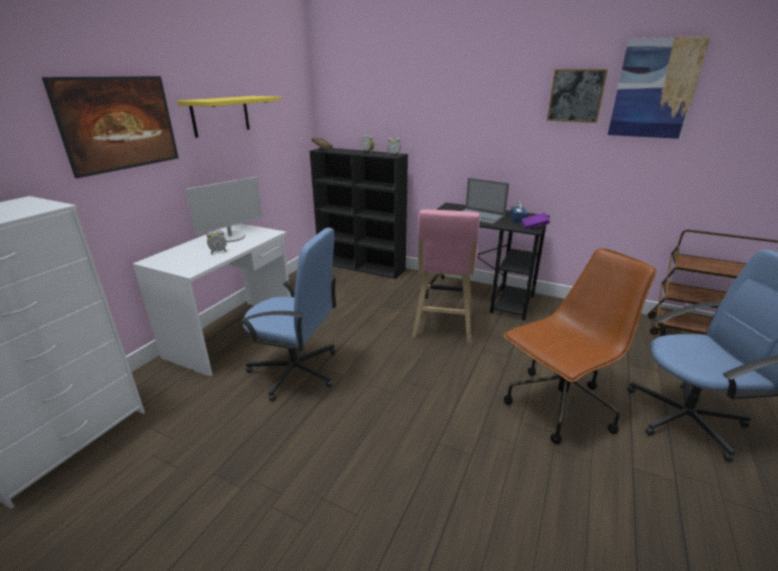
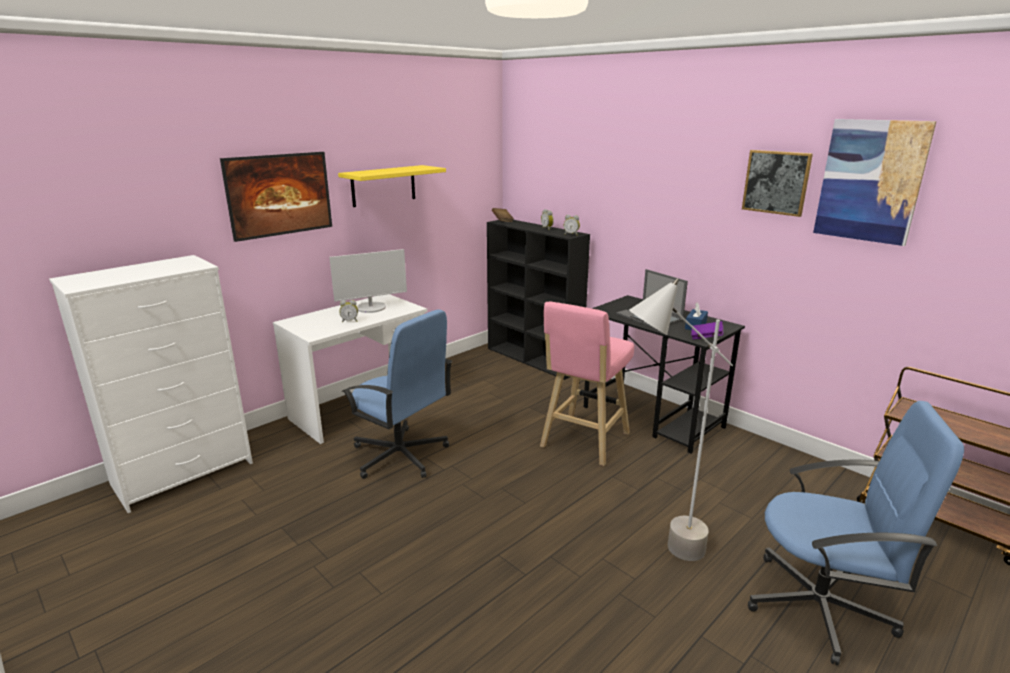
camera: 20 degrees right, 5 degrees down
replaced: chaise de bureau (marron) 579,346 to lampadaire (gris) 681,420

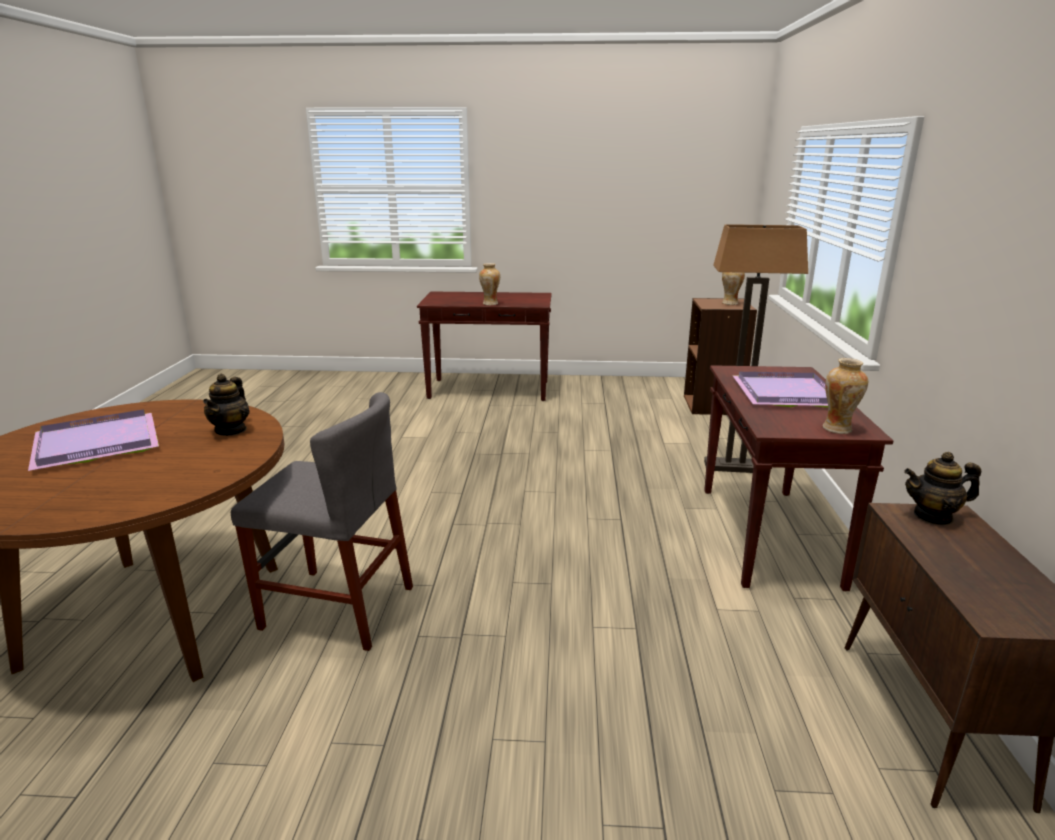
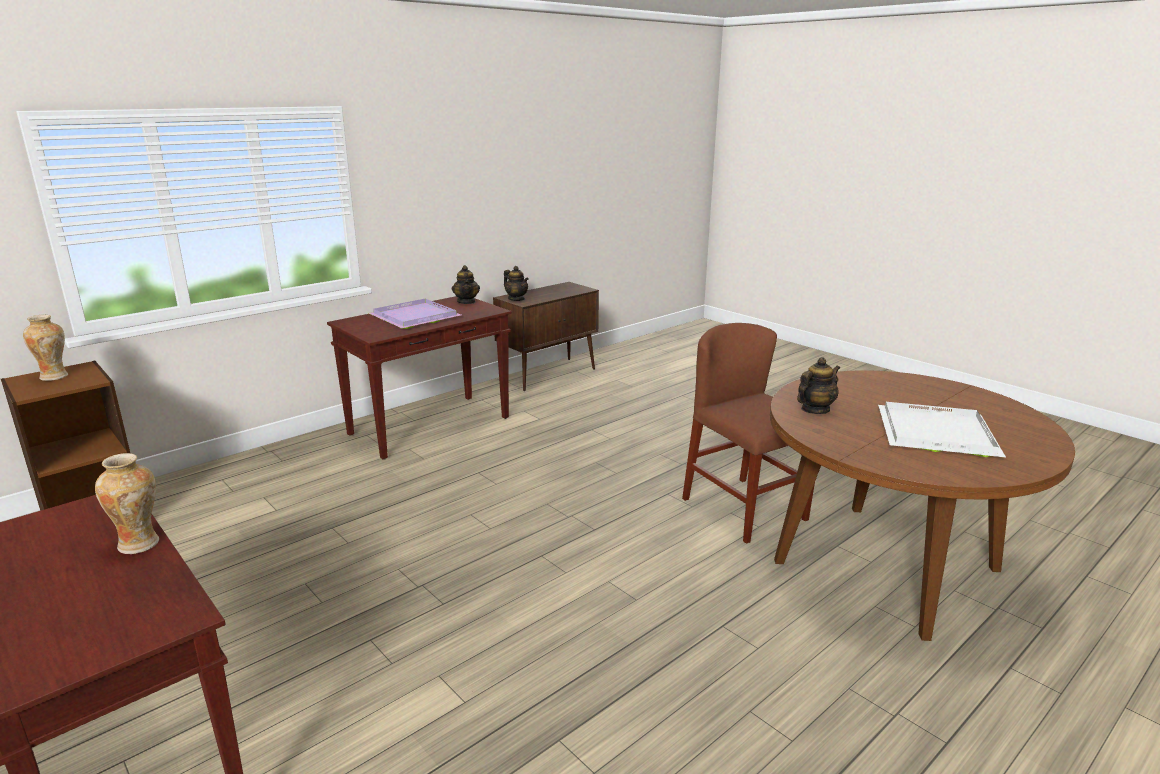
camera: 135 degrees left, 0 degrees up
removed: lampadaire 756,348
replaced: vase 845,396 to théière 466,284
recoloured: chaise (gris) 322,521 to chaise (marron) 748,433; plateau (violet) 93,440 to plateau (blanc) 942,430

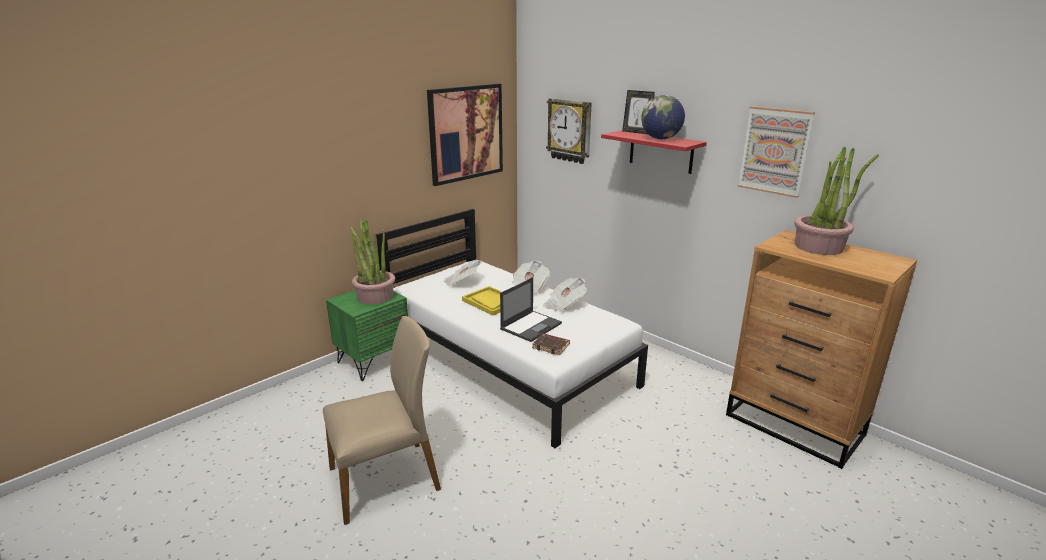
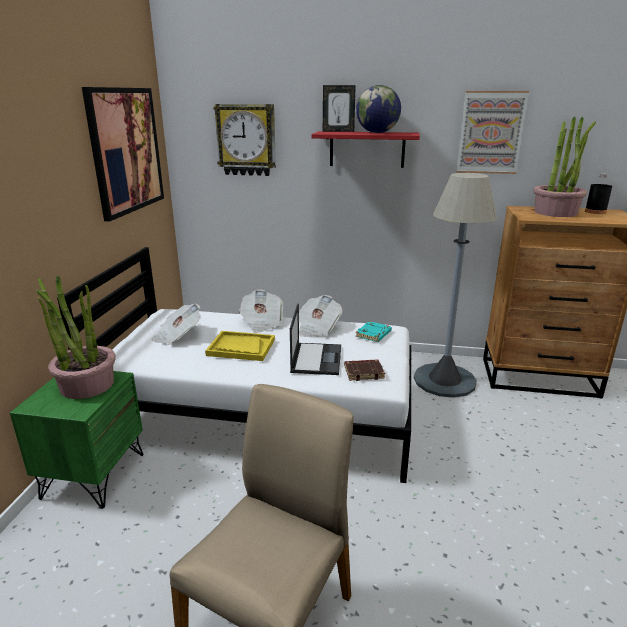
camera: 35 degrees left, 0 degrees up
added: livre (turquoise) 373,331; lampadaire (gris) 455,285; bouteille (noir) 598,193

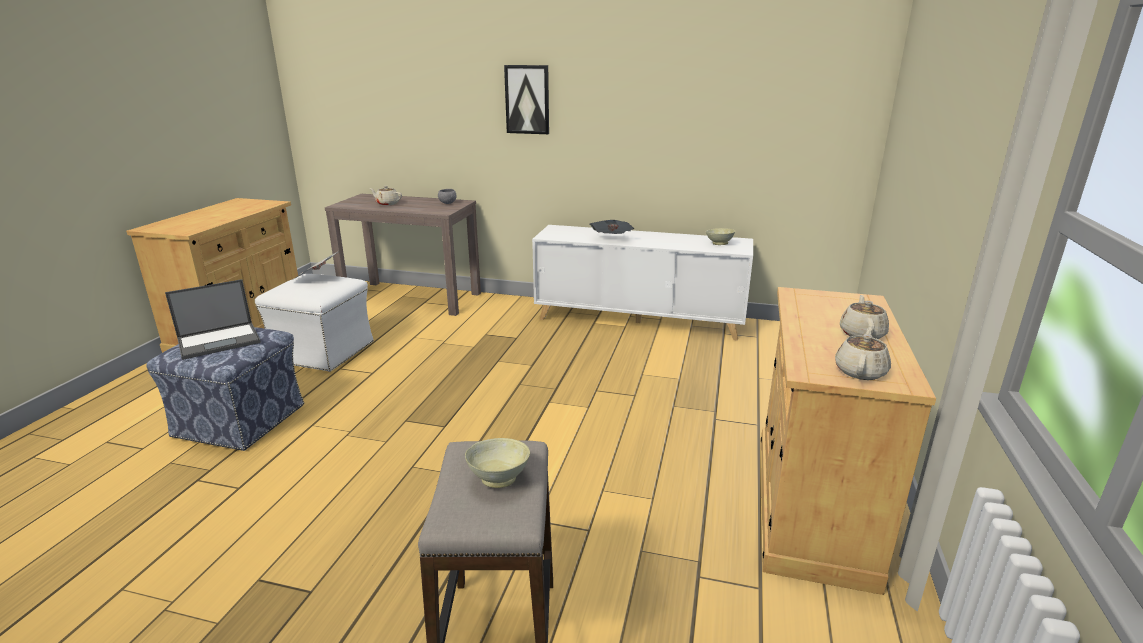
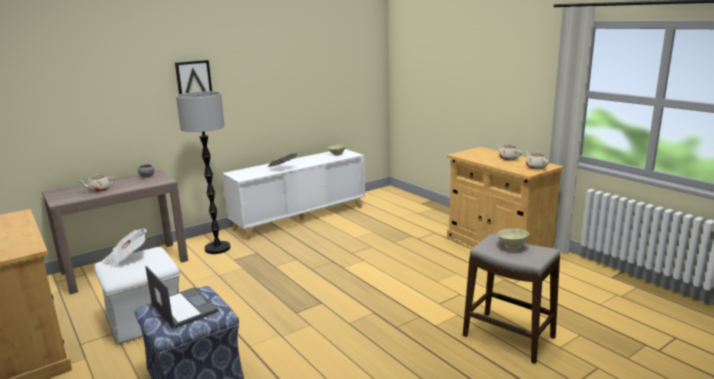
camera: 50 degrees left, 5 degrees down
added: lampadaire 203,172
turned: ordinateur portable 213,319 = 182,297 45 degrees counterclockwise

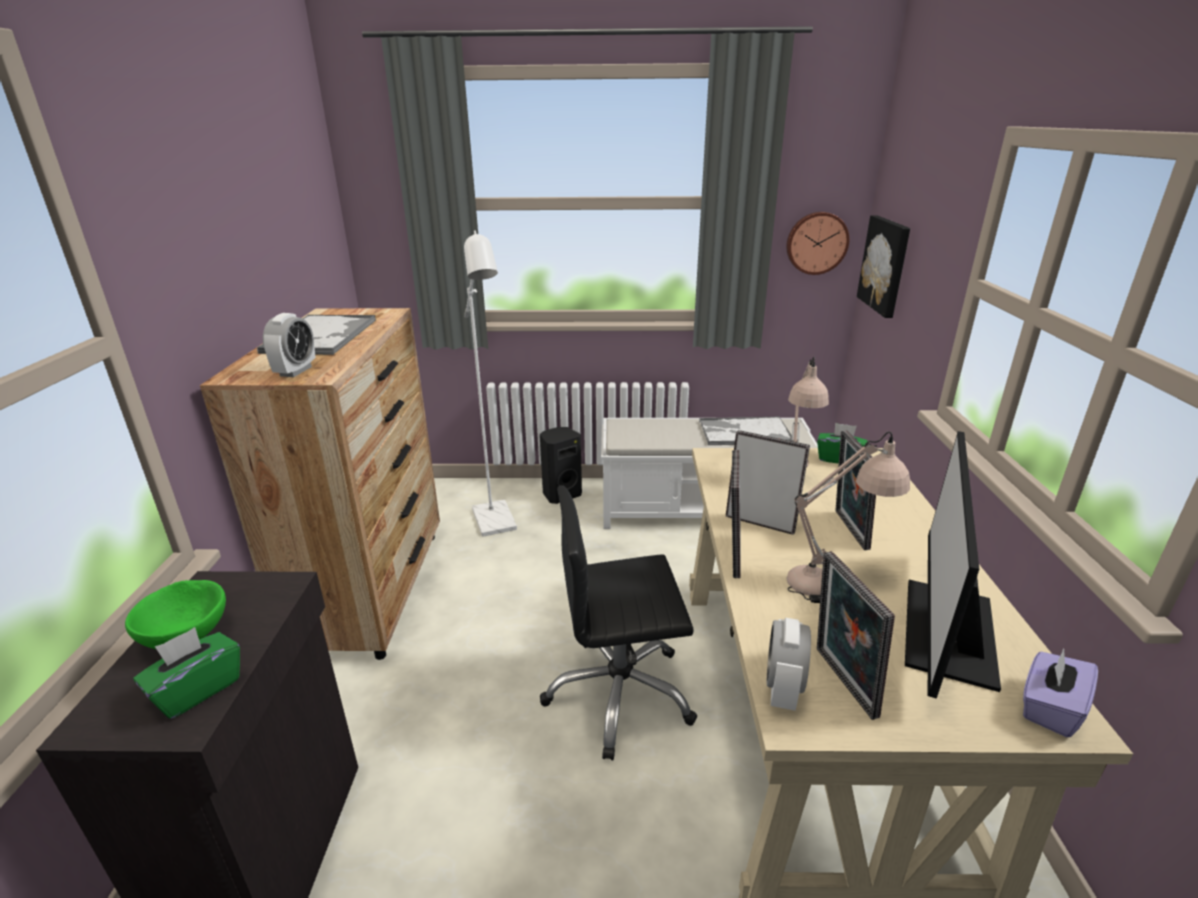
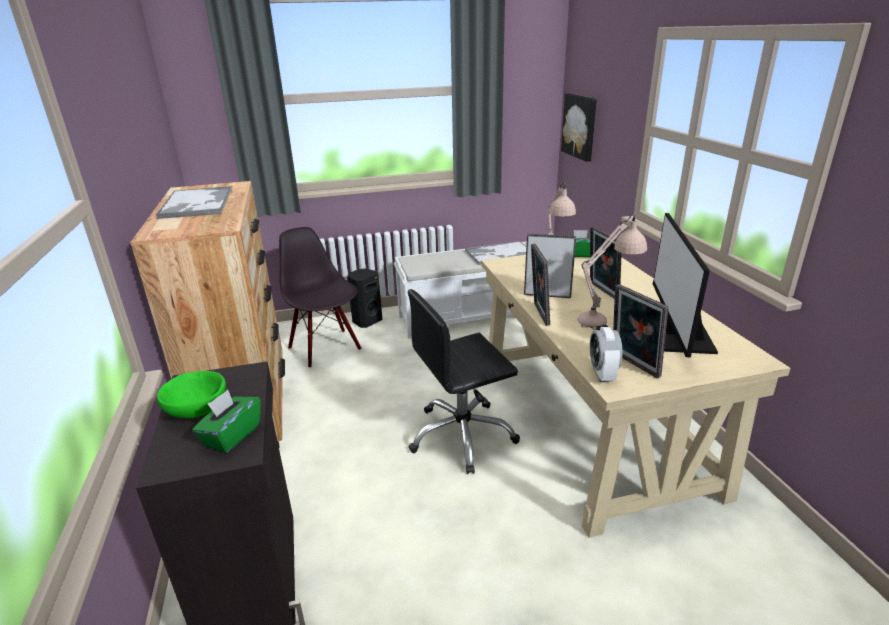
camera: 15 degrees left, 0 degrees up
removed: réveil 289,345; horloge murale 818,243; boîte à mouchoirs (violet) 1060,693
replaced: lampadaire (blanc) 490,383 to chaise (noir) 320,297

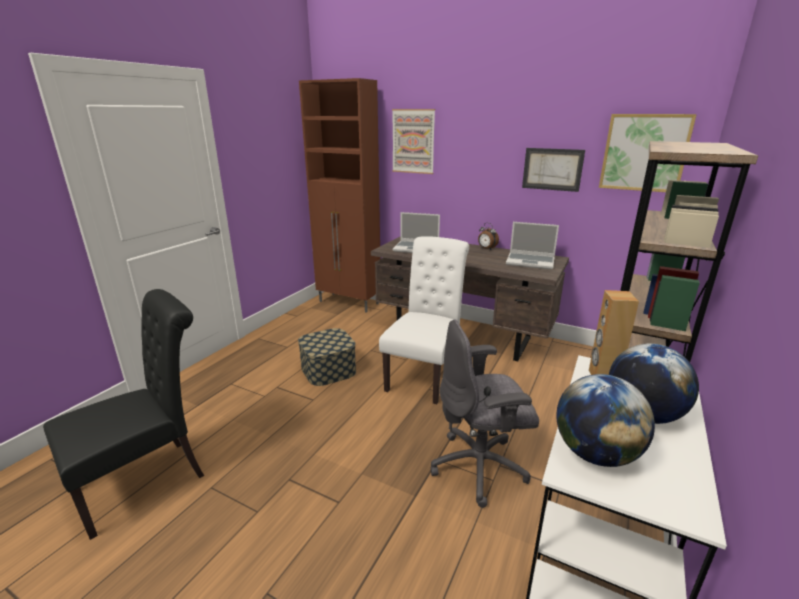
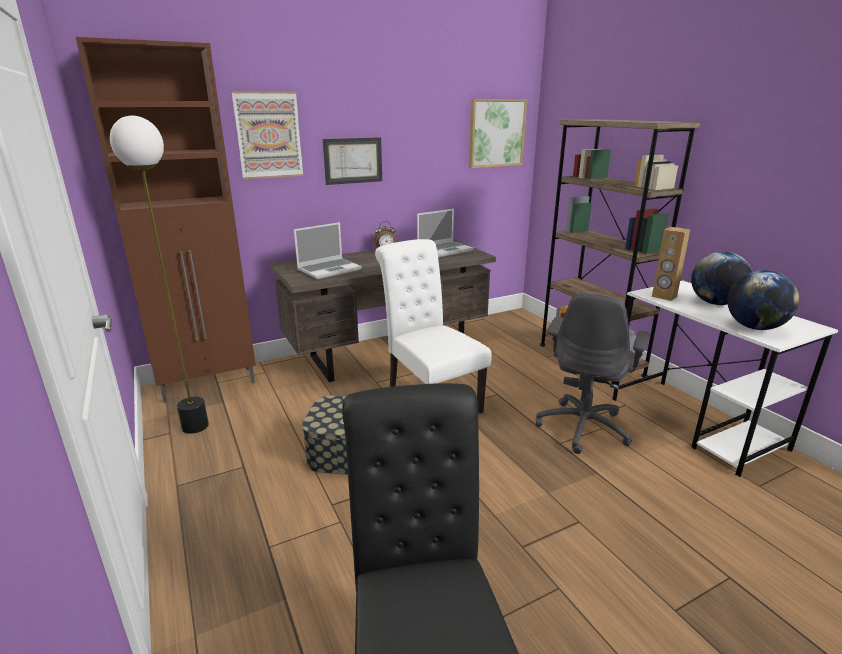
camera: 55 degrees left, 0 degrees up
added: lampadaire 159,275
moved: tableau 553,170 to 352,161

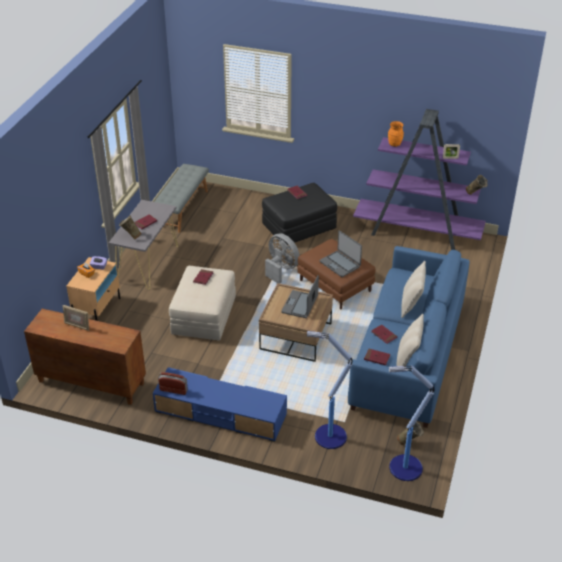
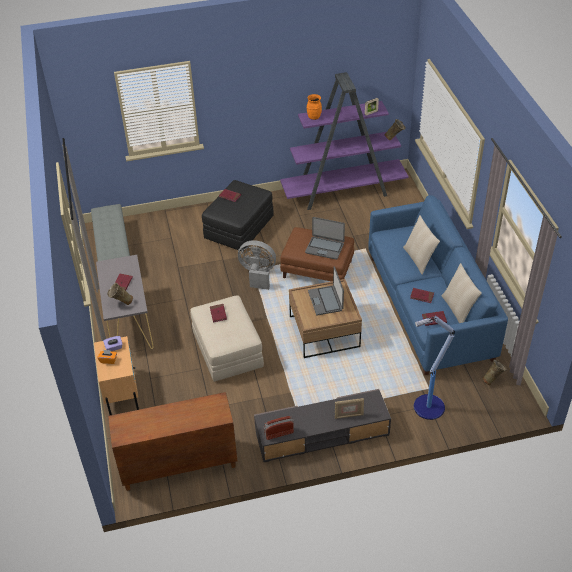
camera: 30 degrees left, 5 degrees up
removed: lampadaire 411,423
moved: cadre photo 76,318 to 349,408
recoloured: meuble télé (bleu) 220,404 to meuble télé (gris) 322,425

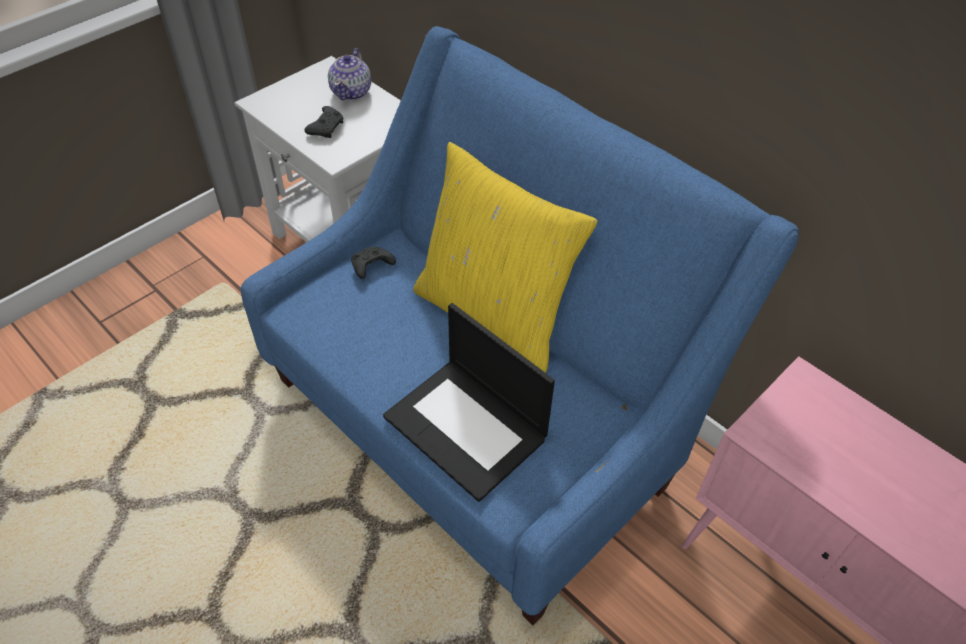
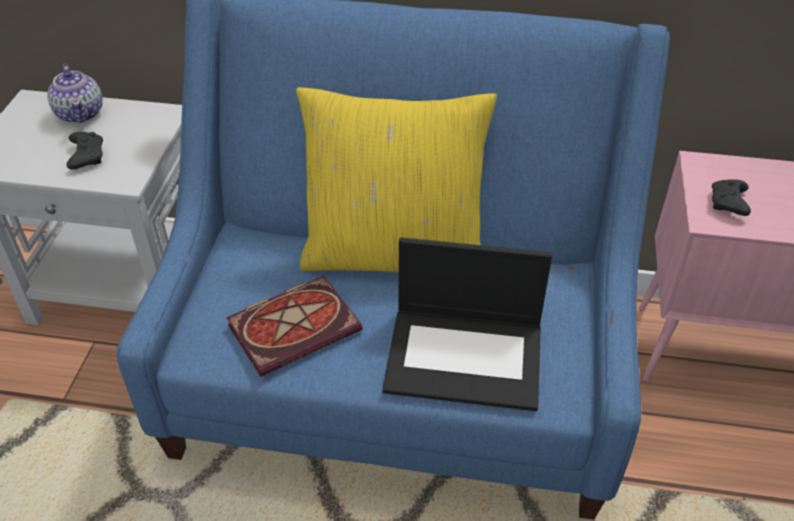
camera: 35 degrees left, 5 degrees down
added: livre 294,326
moved: manette (noir) 373,262 to 731,198

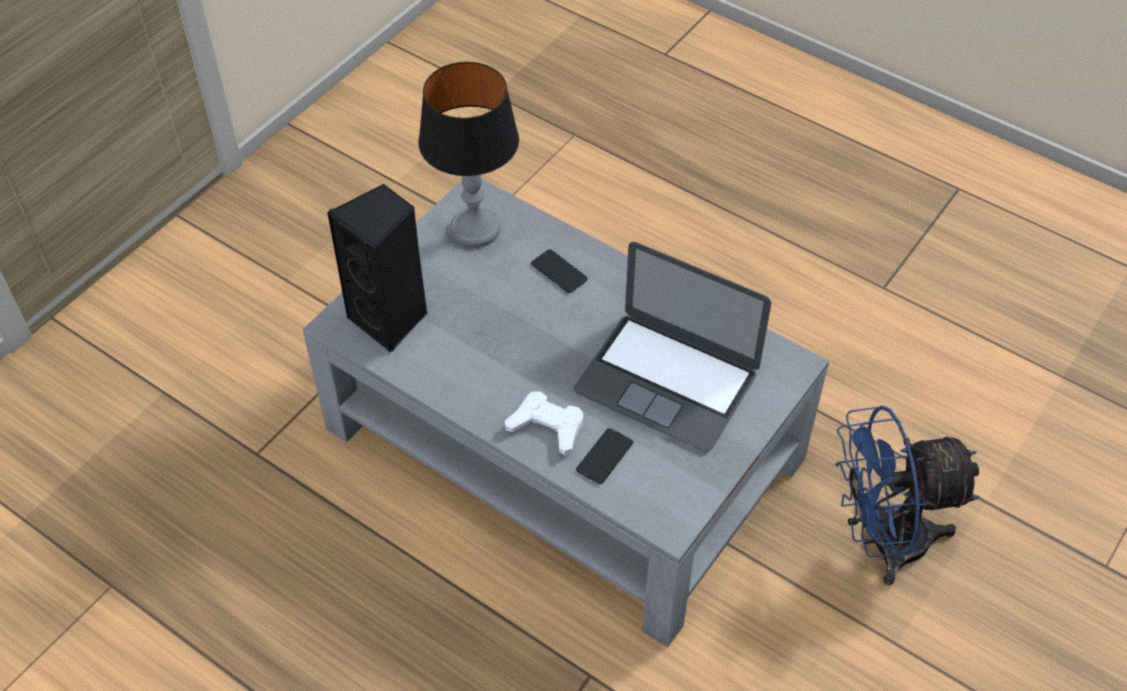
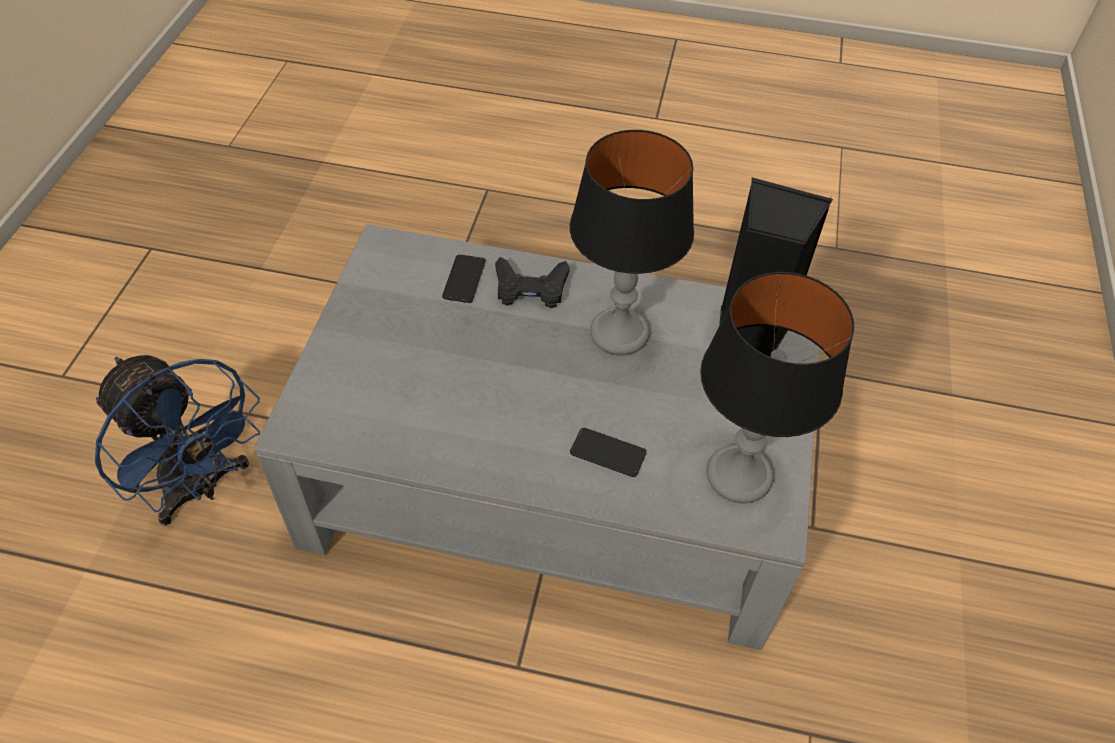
camera: 155 degrees right, 0 degrees up
removed: ordinateur portable 672,347
added: lampe de table 632,243
recoloured: manette (blanc) 544,423 to manette (noir) 532,282
turned: ventilateur (bleu) 907,495 = 177,440 75 degrees clockwise

